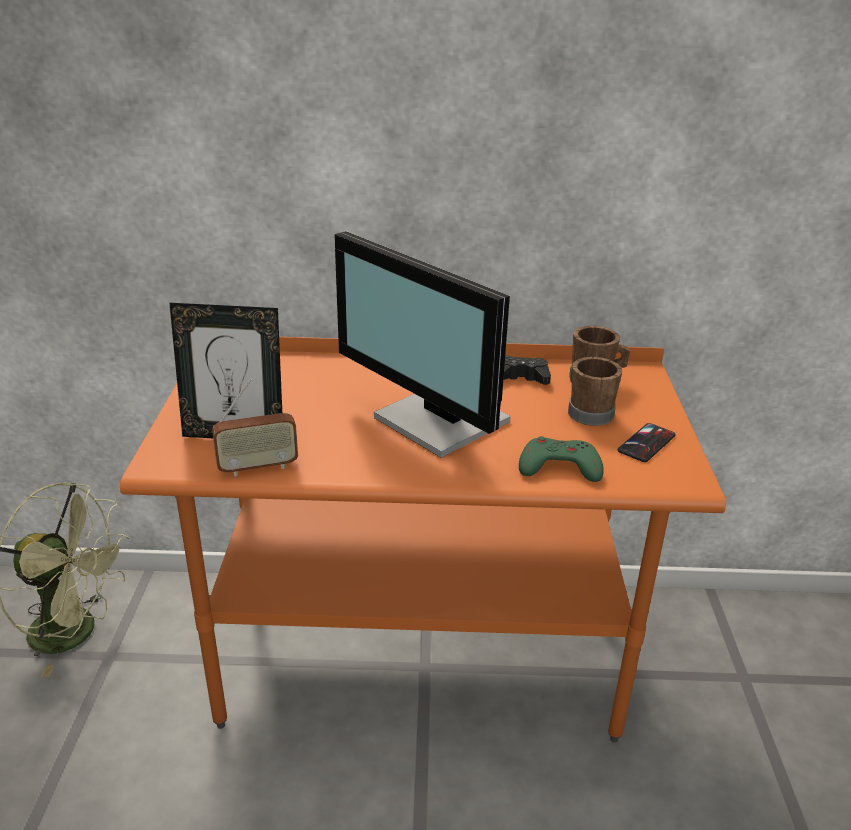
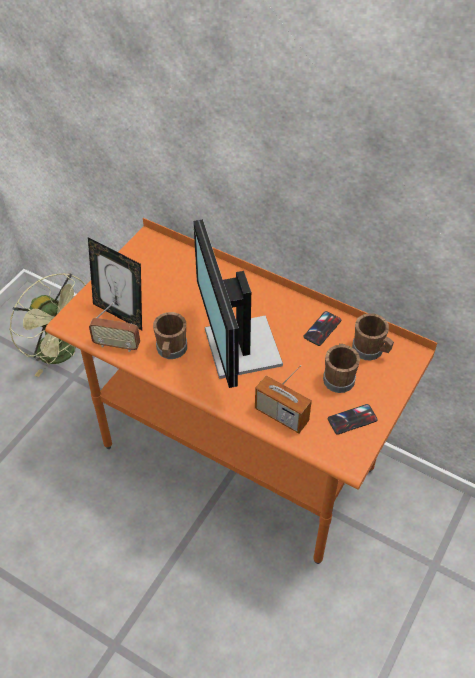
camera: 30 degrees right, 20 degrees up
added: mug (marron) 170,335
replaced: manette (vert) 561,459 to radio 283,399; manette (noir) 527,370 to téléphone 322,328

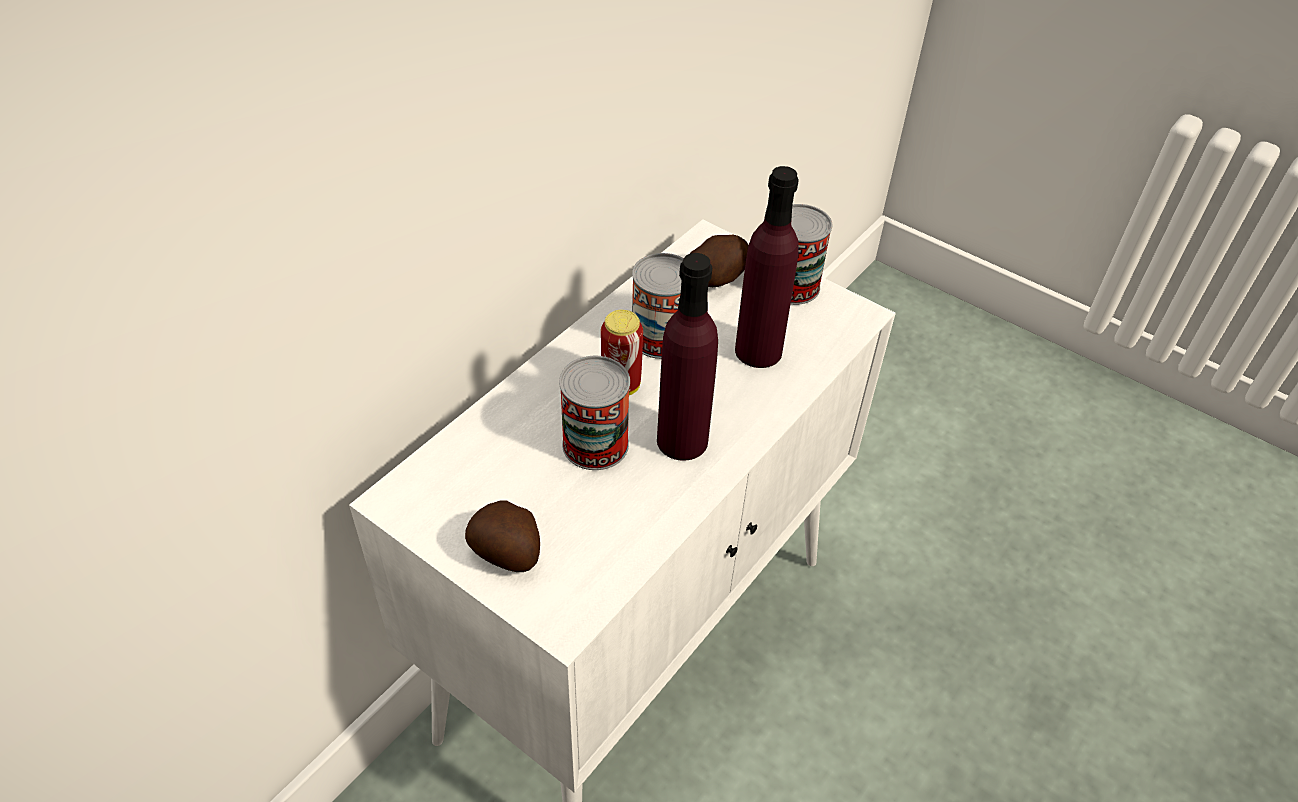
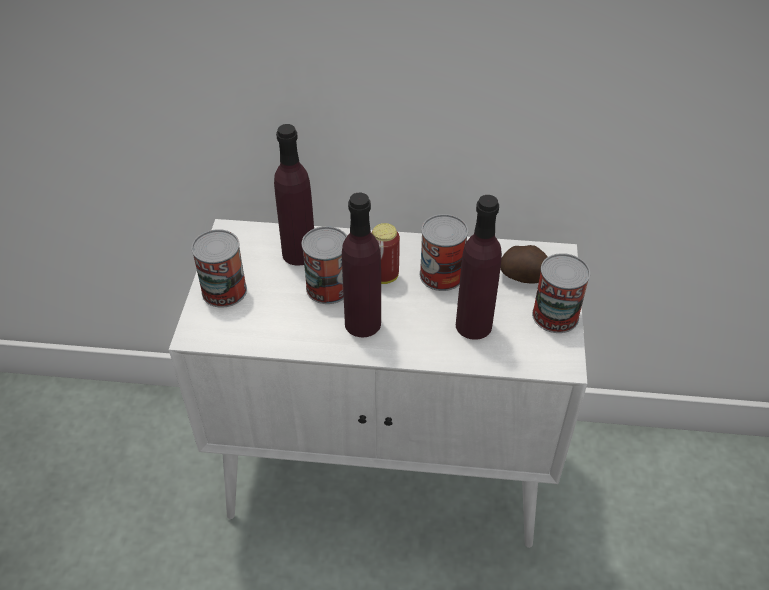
camera: 60 degrees right, 0 degrees up
added: bouteille (violet) 294,195
replaced: pomme de terre 502,536 to boîte métallique 219,268

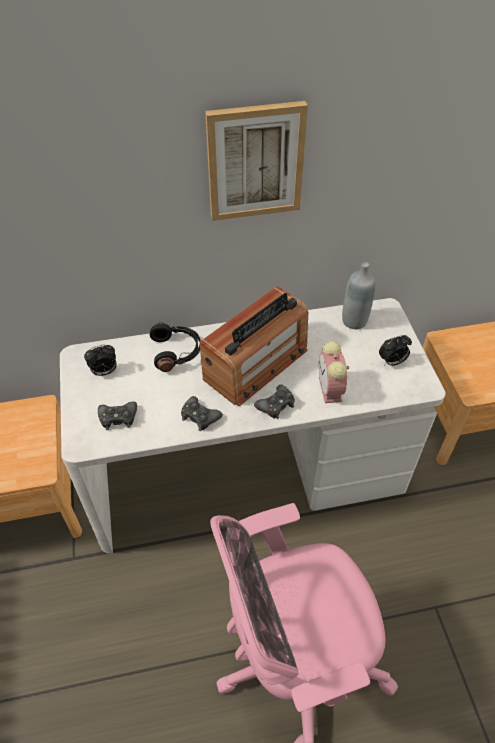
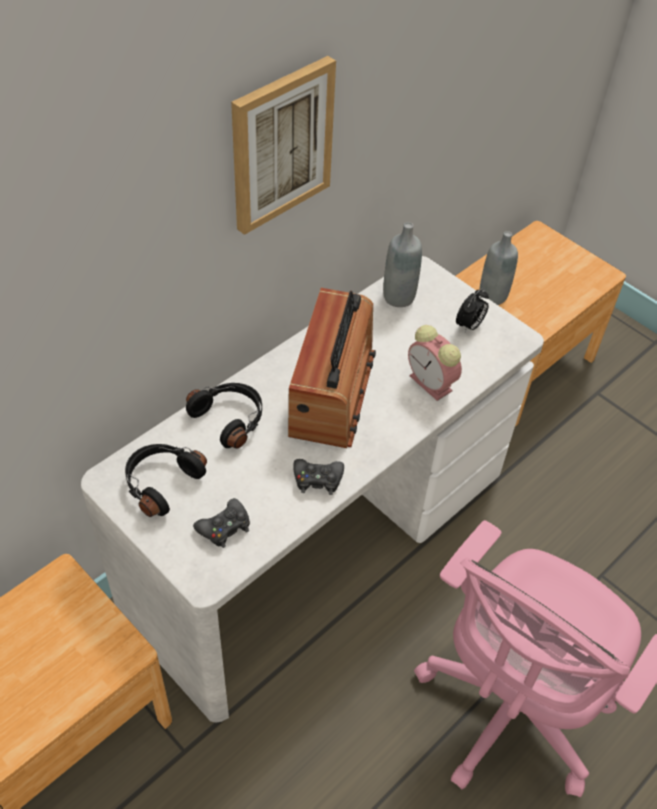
camera: 35 degrees left, 0 degrees up
removed: manette (noir) 274,401
added: bouteille (gris) 498,268
replaced: réveil 100,360 to casque audio (noir) 166,480

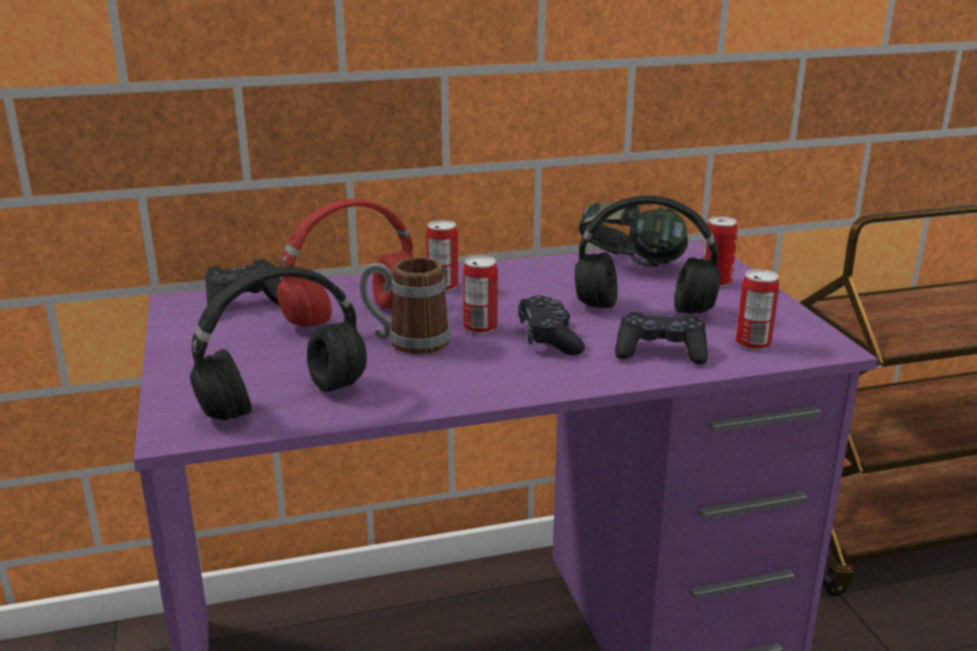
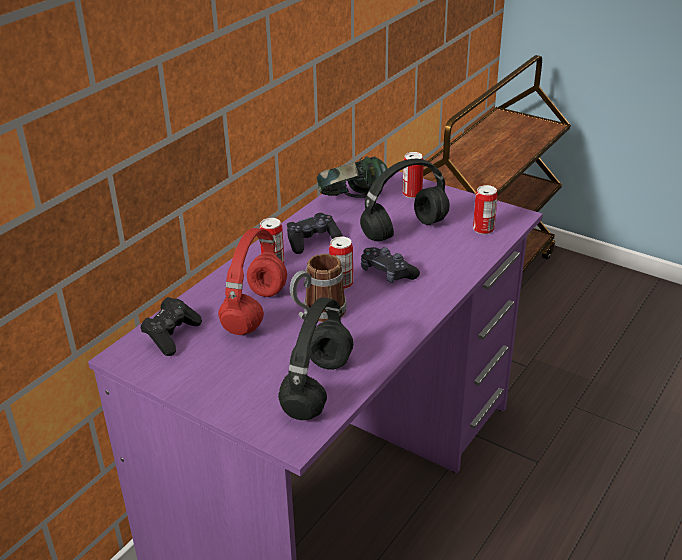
camera: 40 degrees left, 10 degrees up
moved: manette (noir) 661,338 to 315,233

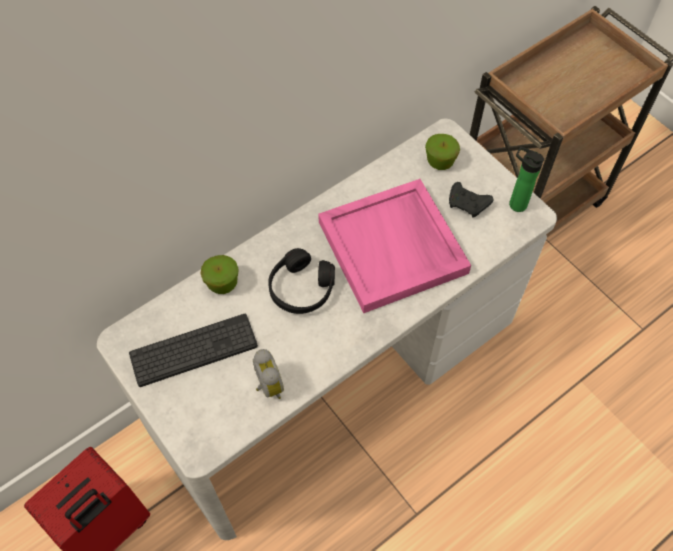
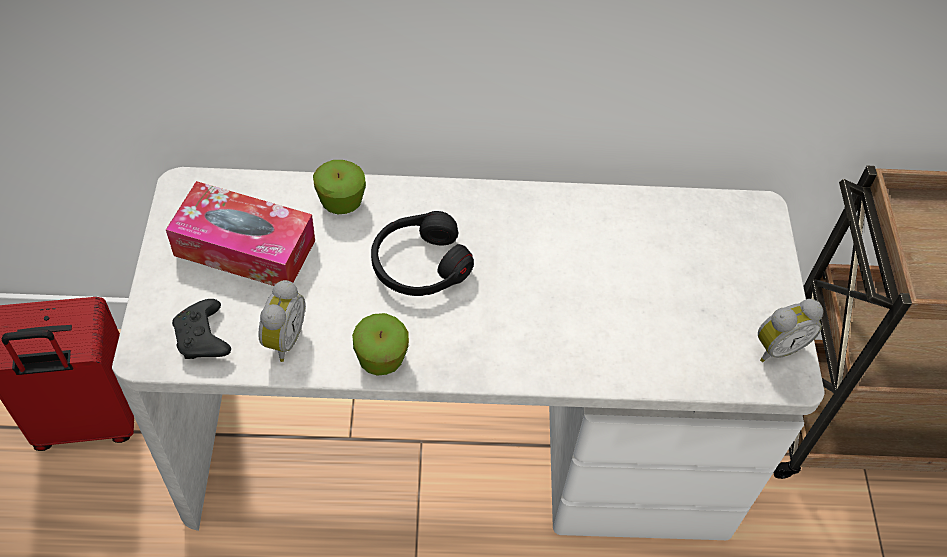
camera: 35 degrees right, 5 degrees down
removed: plateau (rose) 394,246
moved: manette (noir) 471,200 to 201,329; pomme 442,152 to 380,344
replaced: clavier 193,350 to boîte à mouchoirs 240,233; bouteille 527,179 to réveil 790,330

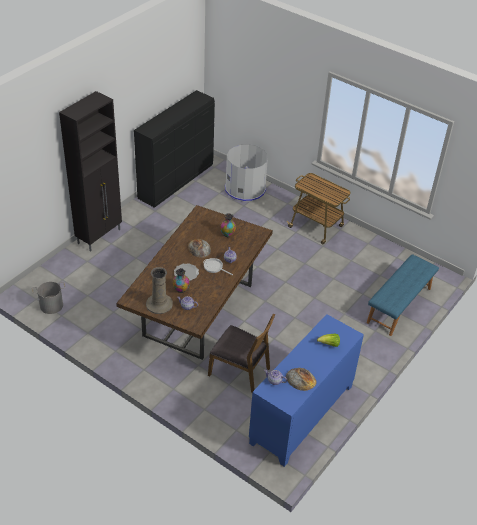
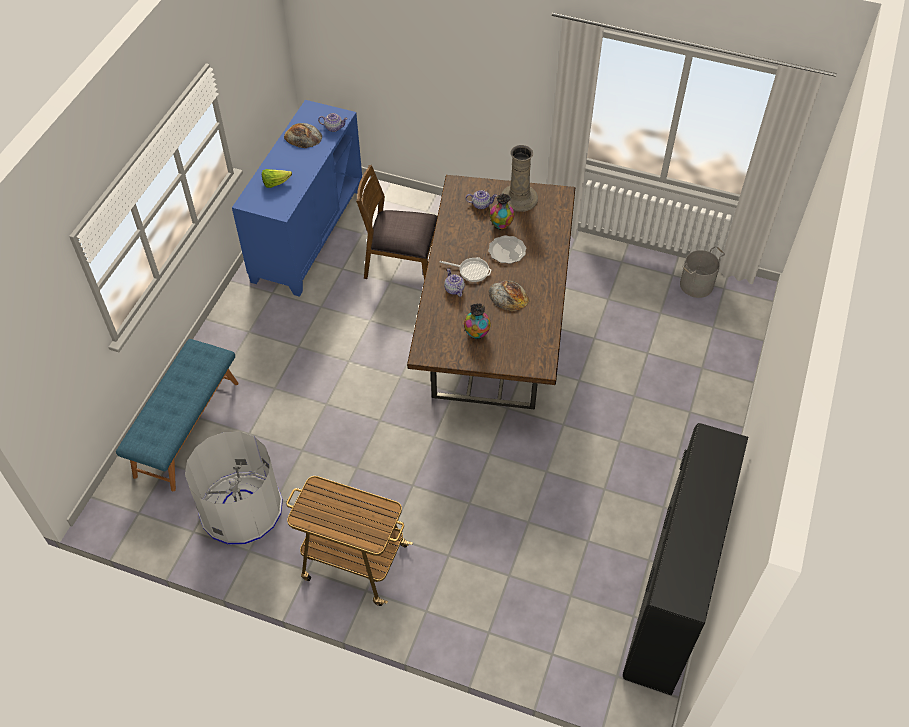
camera: 165 degrees right, 10 degrees up
removed: meuble de rangement (noir) 90,171
moved: poubelle (gris) 246,173 to 234,488

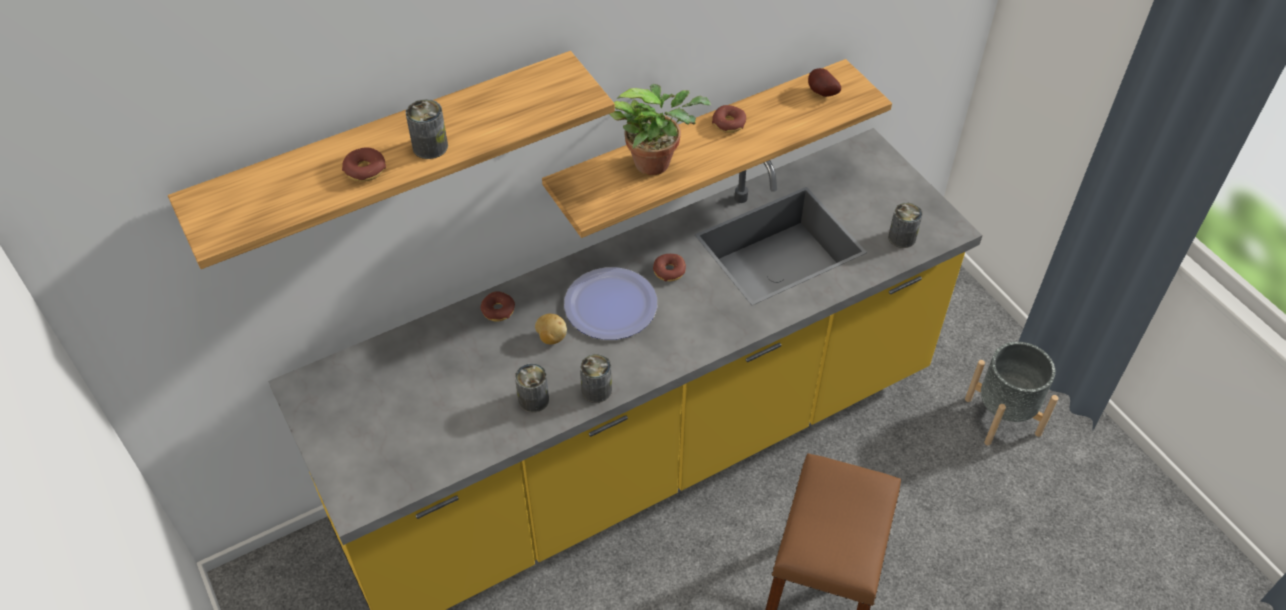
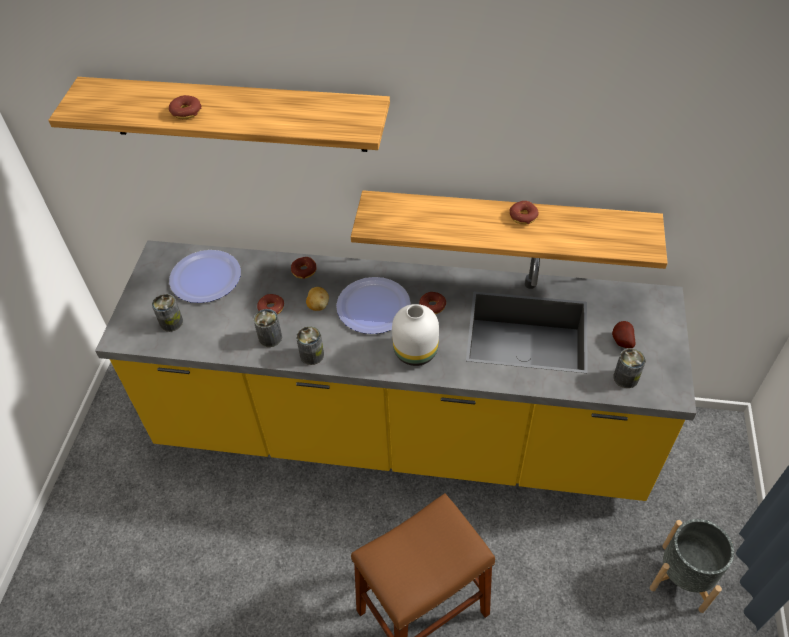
camera: 40 degrees right, 0 degrees up
removed: plante en pot 660,129
added: assiette 205,276; beignet 270,304; vase (blanc) 415,335
moved: boîte métallique 426,129 to 167,313; pomme de terre 824,82 to 623,334

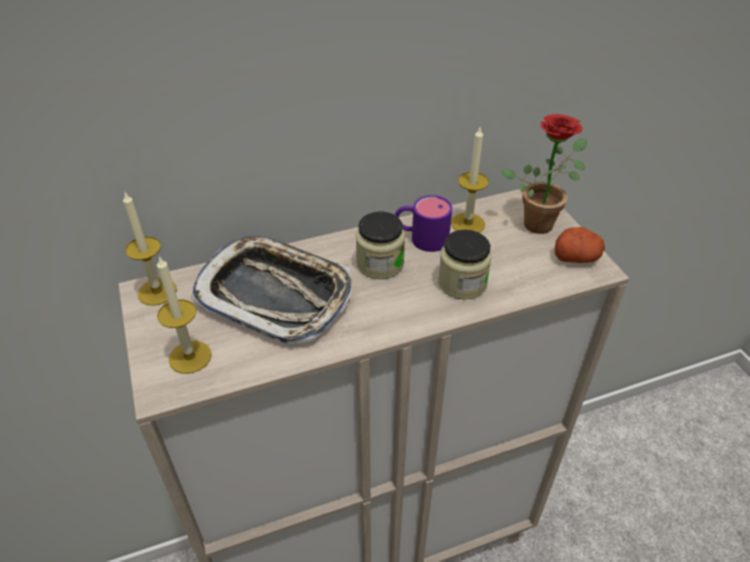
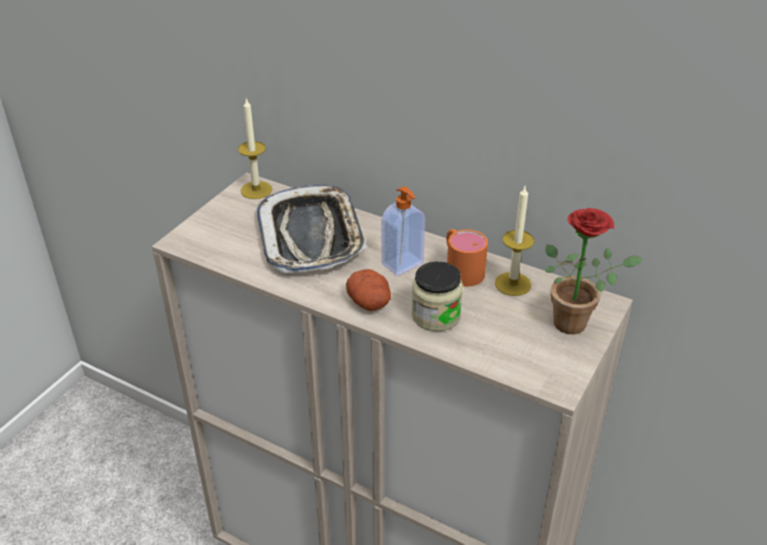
camera: 50 degrees right, 5 degrees down
removed: bougie 184,314
moved: pomme de terre 580,245 to 368,290
replaced: bocal 380,245 to distributeur de savon 403,231
recoloured: mug (violet) 423,223 to mug (orange) 467,258

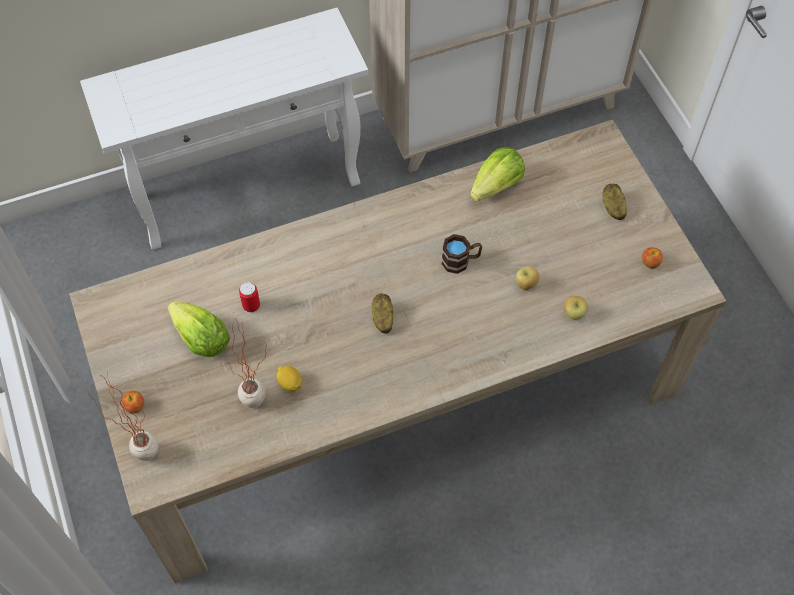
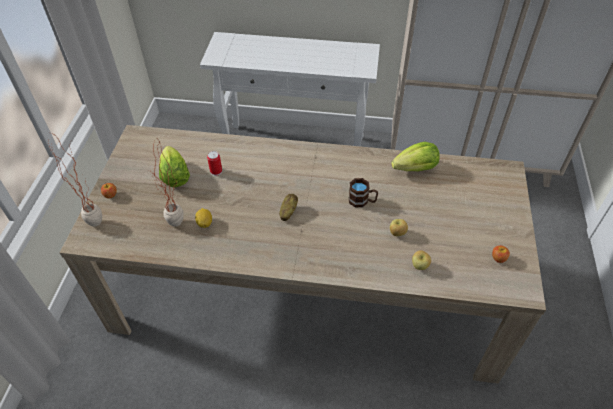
camera: 30 degrees right, 10 degrees down
removed: pomme de terre 615,202

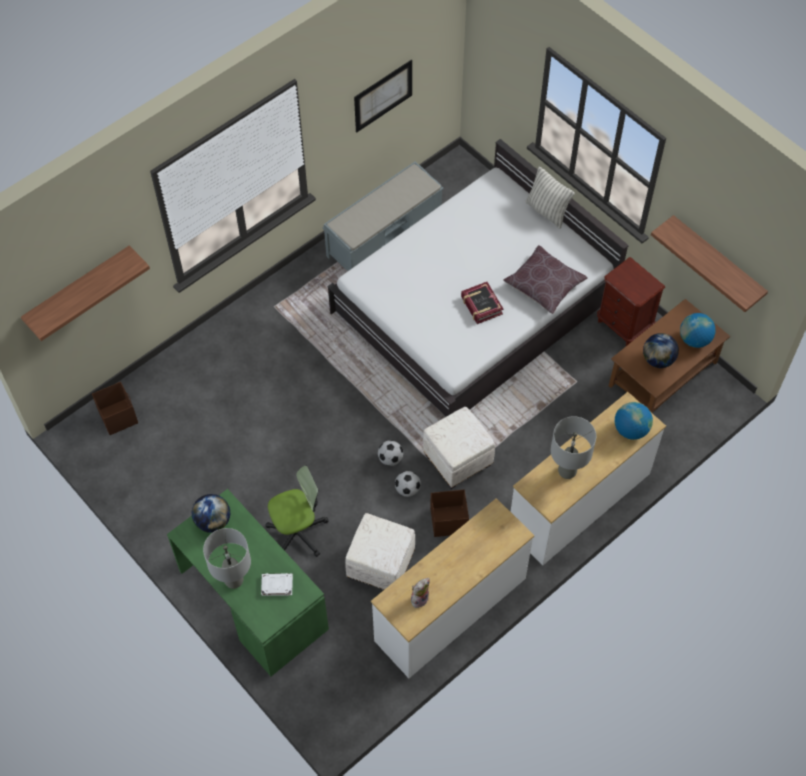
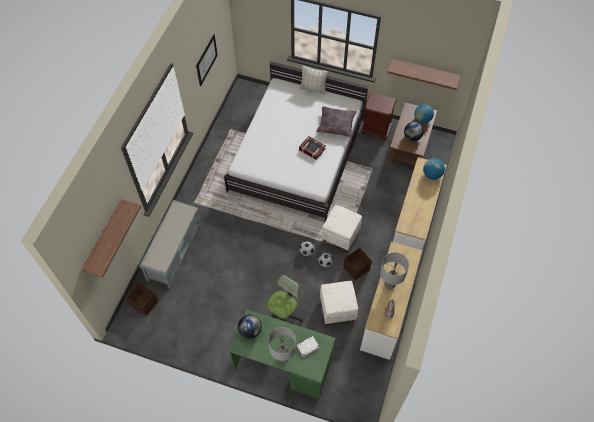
camera: 30 degrees left, 0 degrees up
moved: banc (gris) 383,216 to 170,244; lampe de table (gris) 573,447 to 394,270

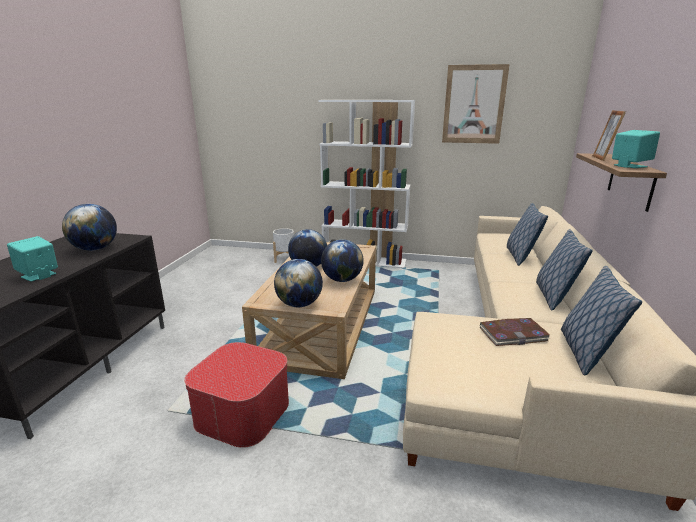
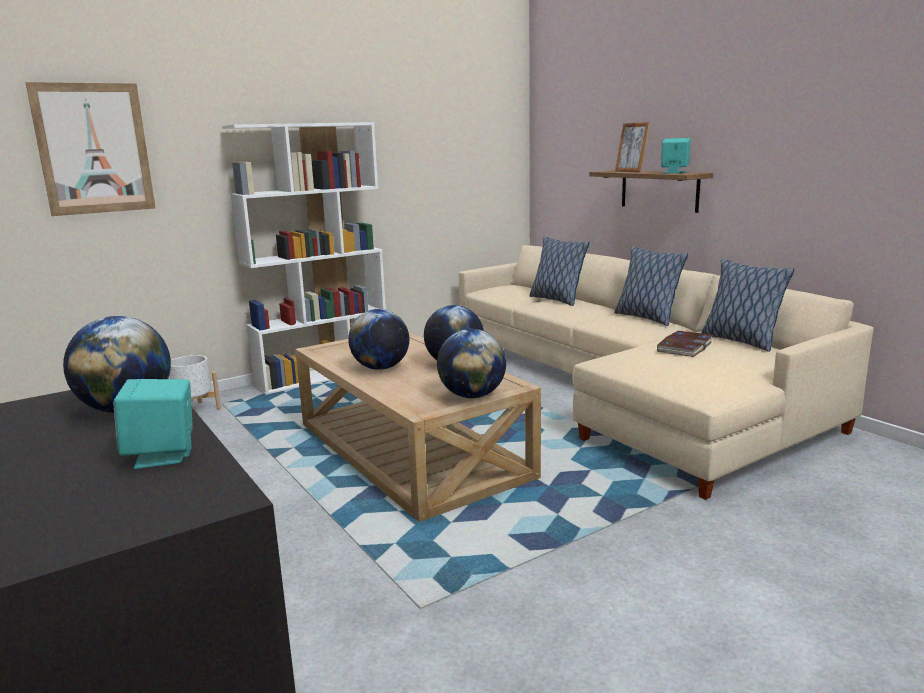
camera: 45 degrees left, 5 degrees down
removed: pouf 236,395
moved: tableau 476,104 to 90,149

